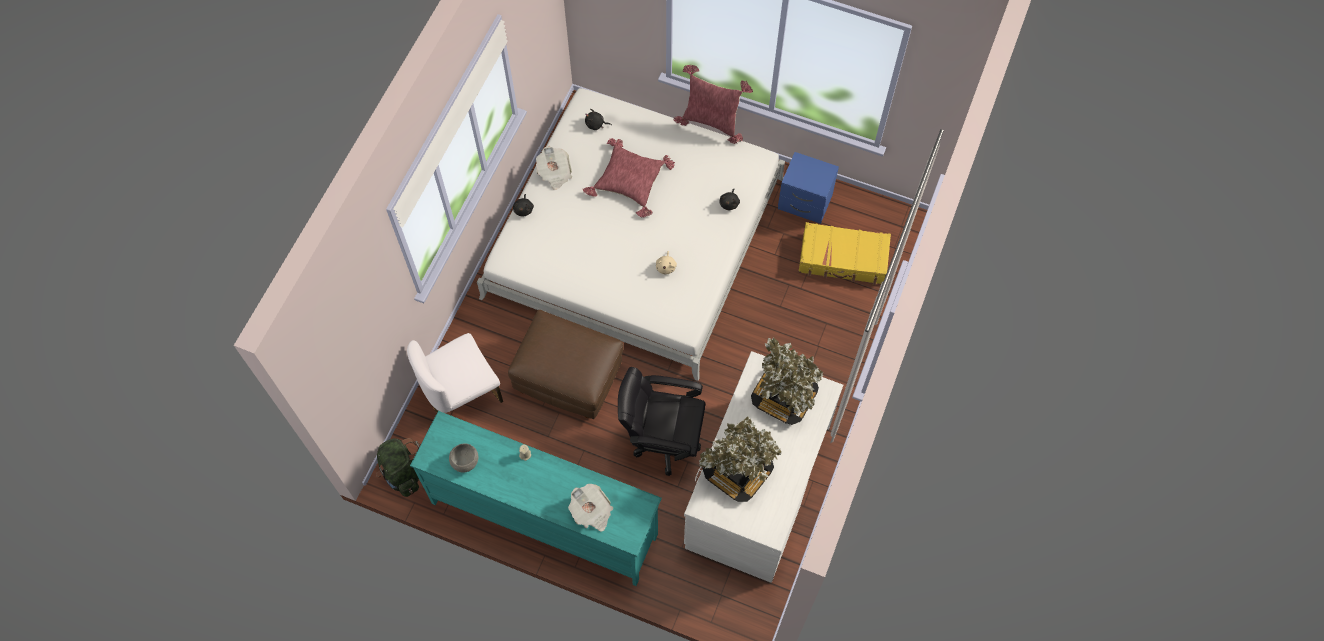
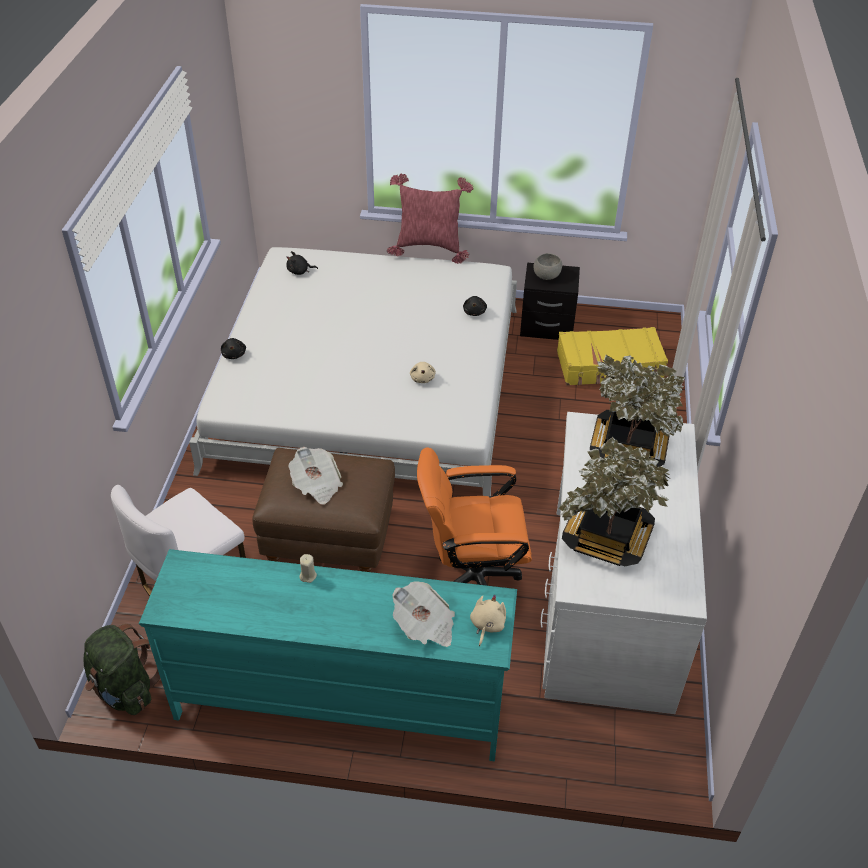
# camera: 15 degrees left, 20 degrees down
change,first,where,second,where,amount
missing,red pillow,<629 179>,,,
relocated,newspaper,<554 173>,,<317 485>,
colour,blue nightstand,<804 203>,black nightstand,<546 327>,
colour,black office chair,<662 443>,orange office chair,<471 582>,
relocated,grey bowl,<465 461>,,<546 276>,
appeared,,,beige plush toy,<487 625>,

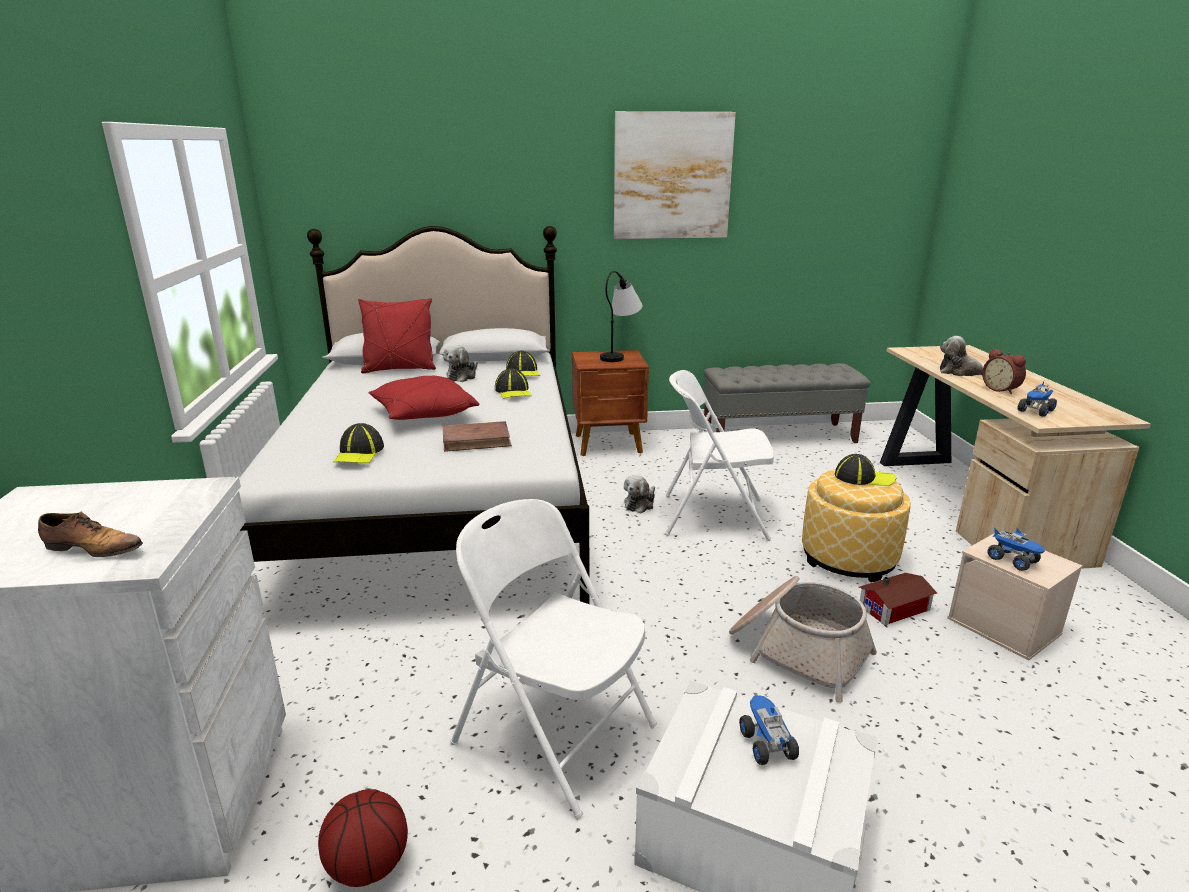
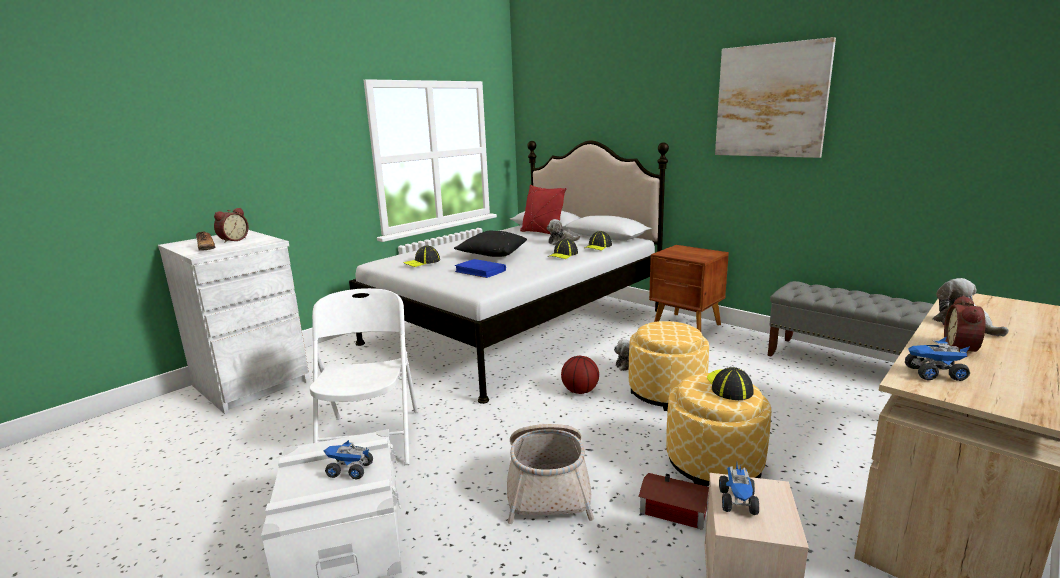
# camera: 50 degrees right, 5 degrees down
change,first,where,second,where,amount
missing,table lamp,<620 355>,,,
exchanged,white chair,<714 516>,ottoman,<666 393>,
colour,red pillow,<423 414>,black pillow,<492 254>,
colour,brown book,<476 440>,blue book,<480 271>,
spun,cap,<864 478>,,<728 387>,150 degrees counterclockwise
spun,toy truck,<766 744>,,<349 471>,120 degrees counterclockwise
relocated,basketball,<368 866>,,<580 391>,
appeared,,,alarm clock,<233 240>,

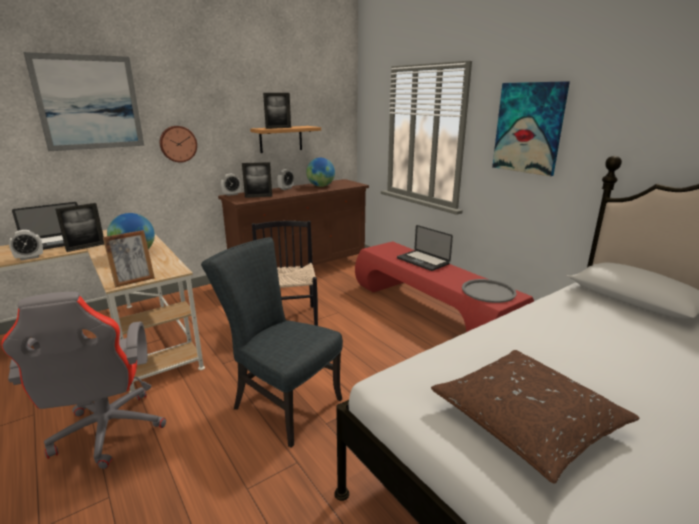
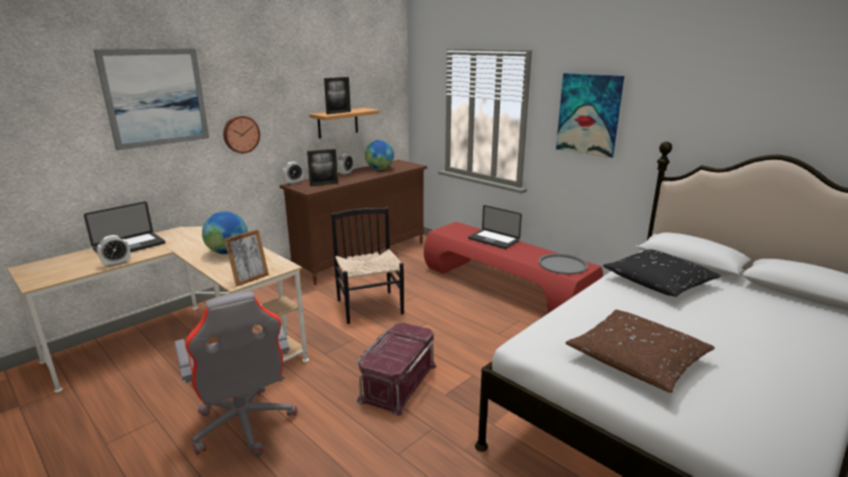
# camera: 10 degrees left, 0 degrees up
change,first,where,second,where,amount
missing,picture frame,<86 247>,,,
exchanged,grey chair,<281 402>,red storage box,<397 382>,
appeared,,,black pillow,<658 282>,

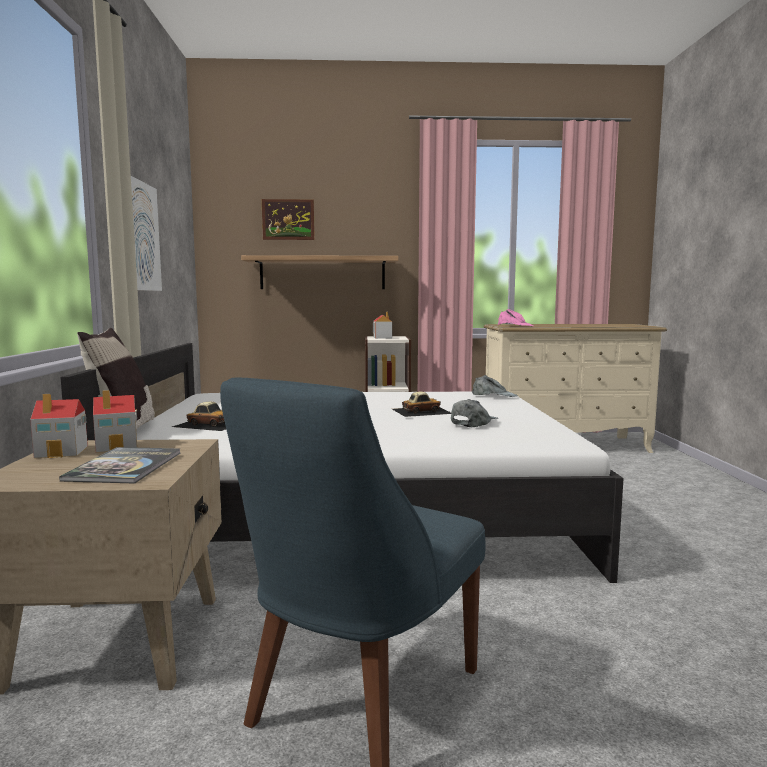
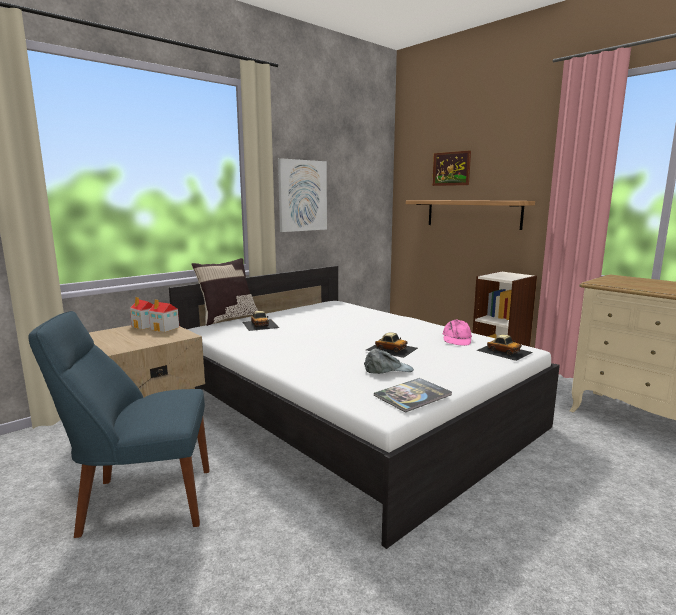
# camera: 50 degrees right, 5 degrees up
change,first,where,second,where,amount
relocated,pink cap,<515 326>,,<456 339>,
missing,toy house,<382 337>,,,
exchanged,grey cap,<494 395>,toy car,<504 351>,
relocated,book,<125 467>,,<413 395>,

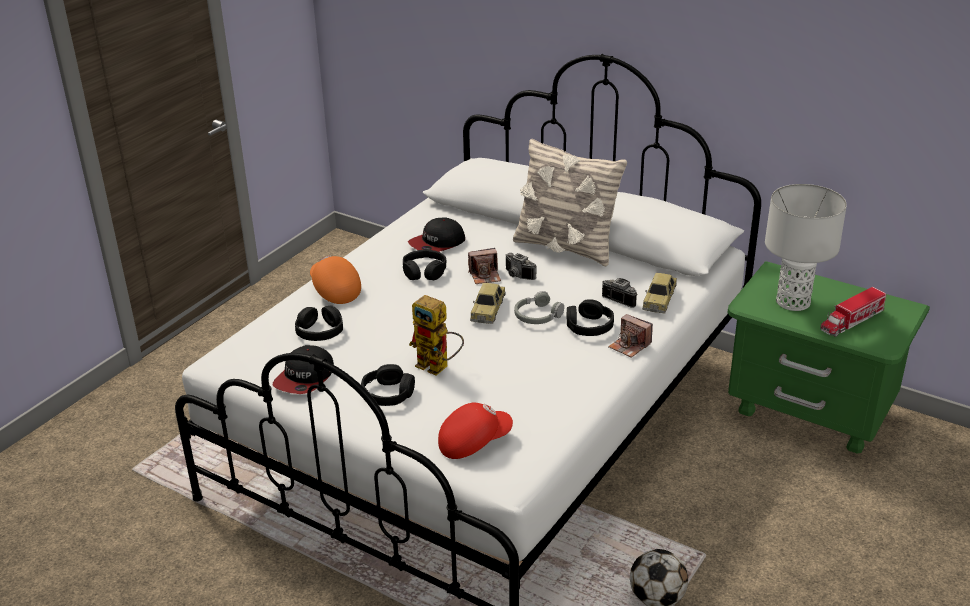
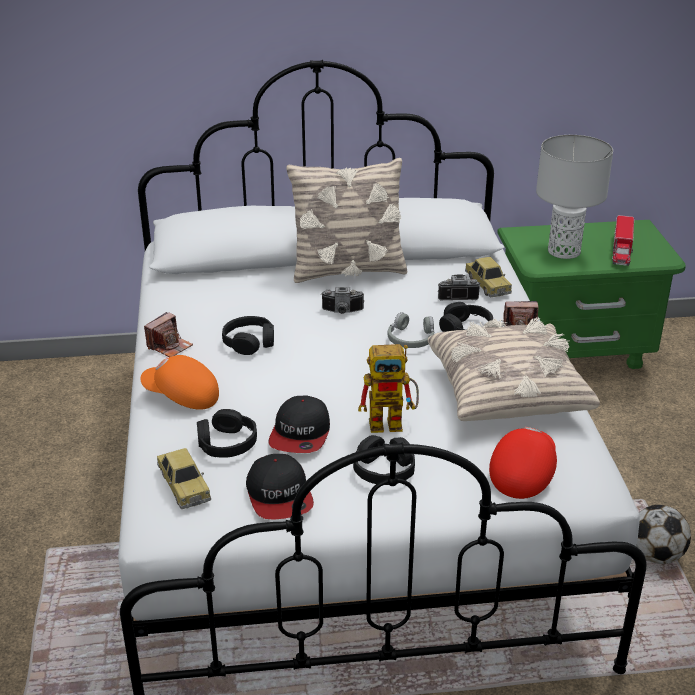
# camera: 40 degrees left, 0 degrees up
change,first,where,second,where,amount
relocated,cap,<437 243>,,<300 434>,
relocated,photo camera,<485 276>,,<169 346>,
relocated,toy car,<488 309>,,<184 485>,
appeared,,,beige pillow,<506 395>,

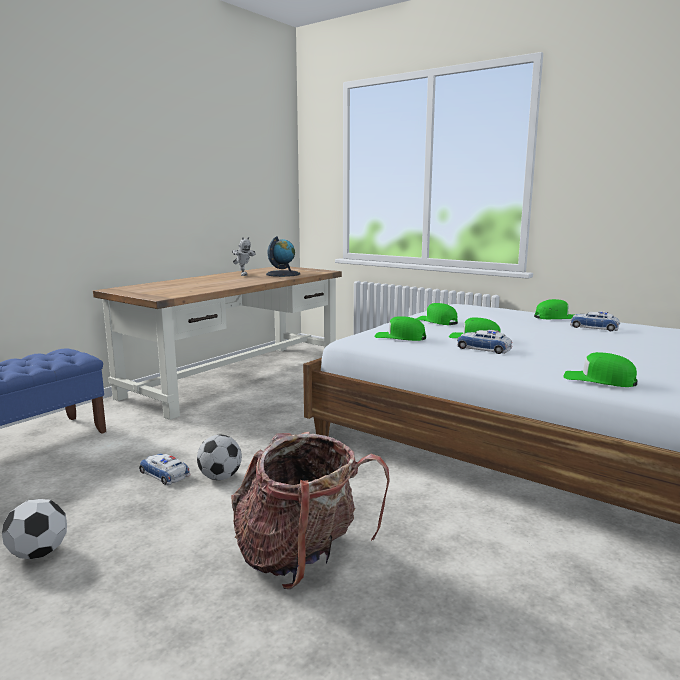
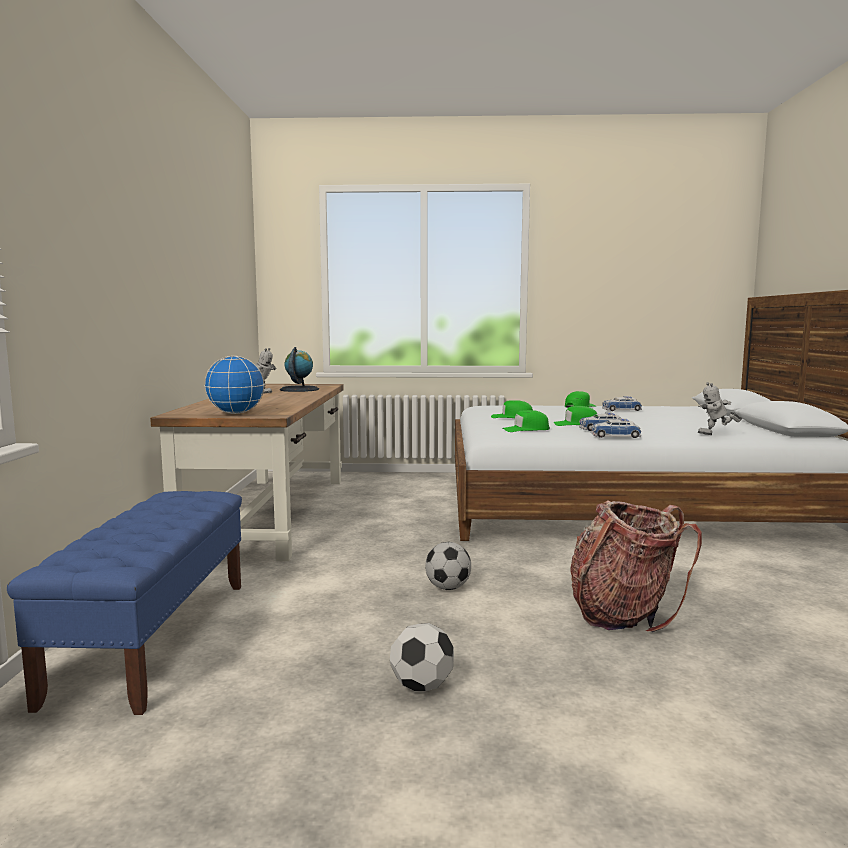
# camera: 35 degrees left, 5 degrees down
change,first,where,second,where,amount
exchanged,green cap,<599 380>,toy robot,<716 435>,
relocated,toy car,<164 474>,,<615 435>,
appeared,,,globe,<236 413>,

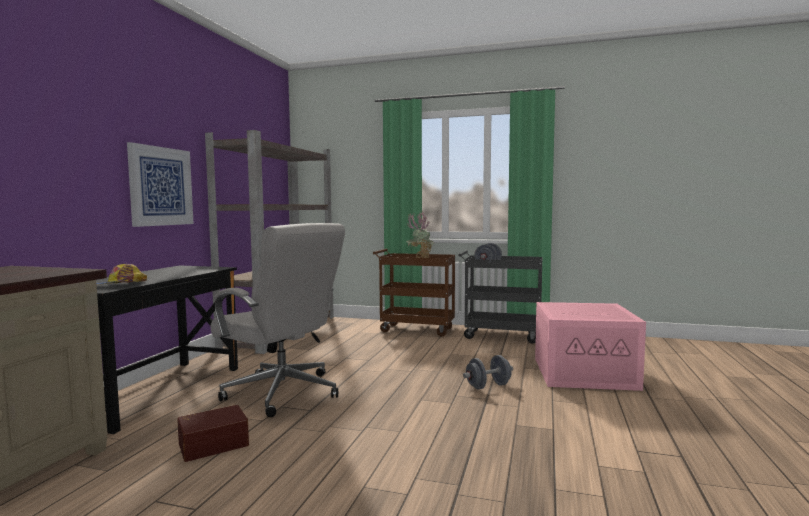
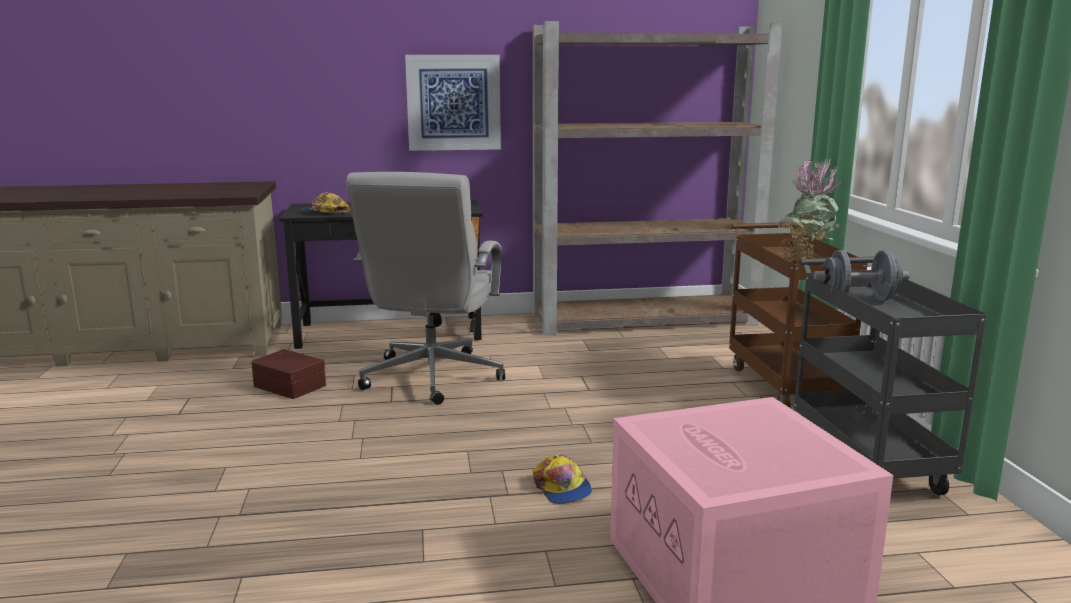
# camera: 65 degrees right, 10 degrees up
change,first,where,second,where,amount
exchanged,grey dumbbell,<488 386>,cap,<562 488>,

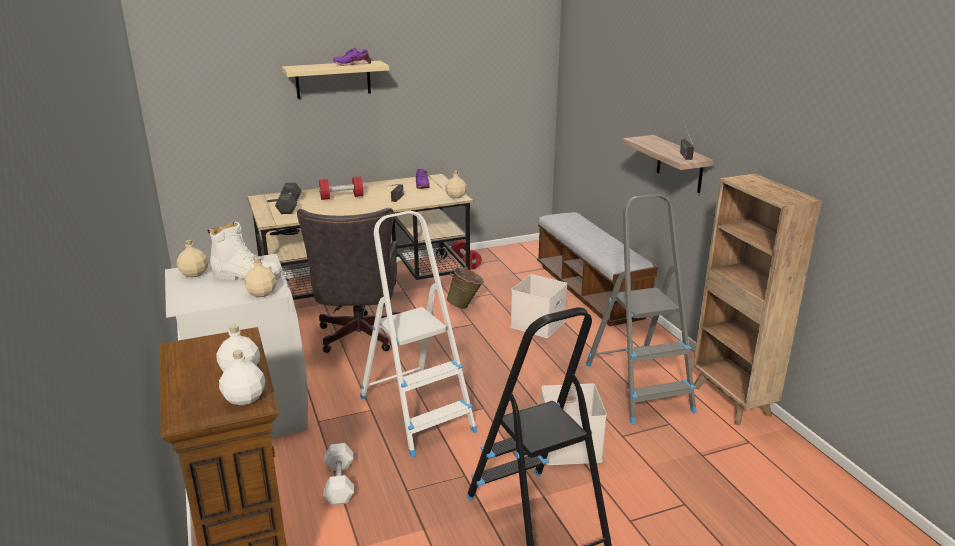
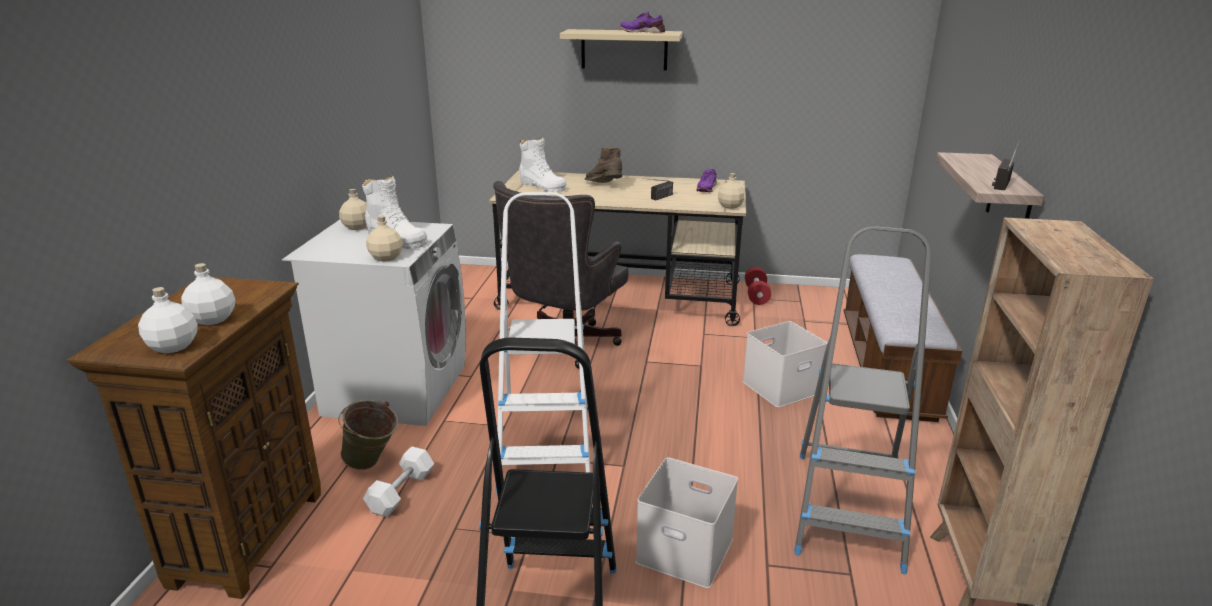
# camera: 30 degrees right, 0 degrees up
change,first,where,second,where,amount
exchanged,red dumbbell,<342 197>,brown boot,<604 186>,
exchanged,grey dumbbell,<289 206>,white boot,<542 186>,
relocated,green bucket,<465 306>,,<372 464>,

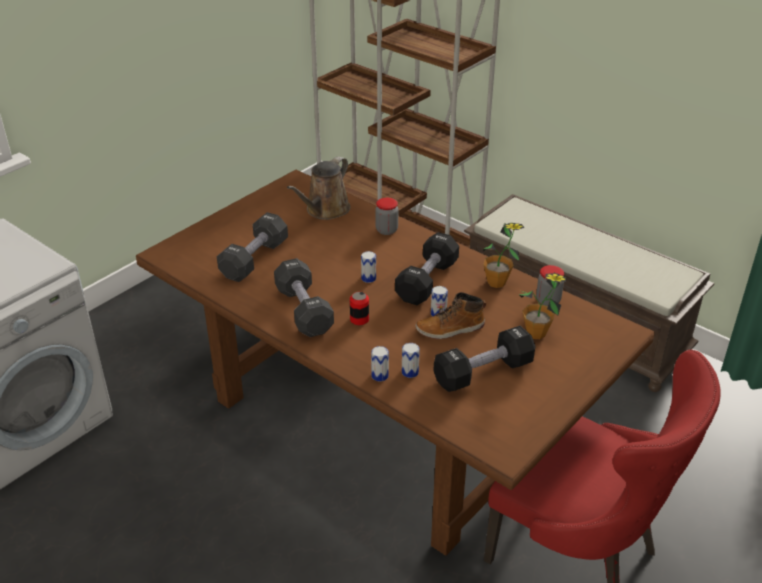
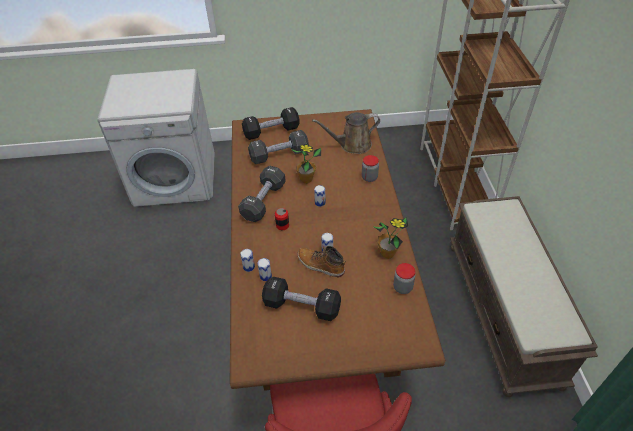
# camera: 45 degrees right, 10 degrees up
change,first,where,second,where,amount
relocated,black dumbbell,<427 281>,,<271 131>,
relocated,potted plant,<536 333>,,<306 179>,

